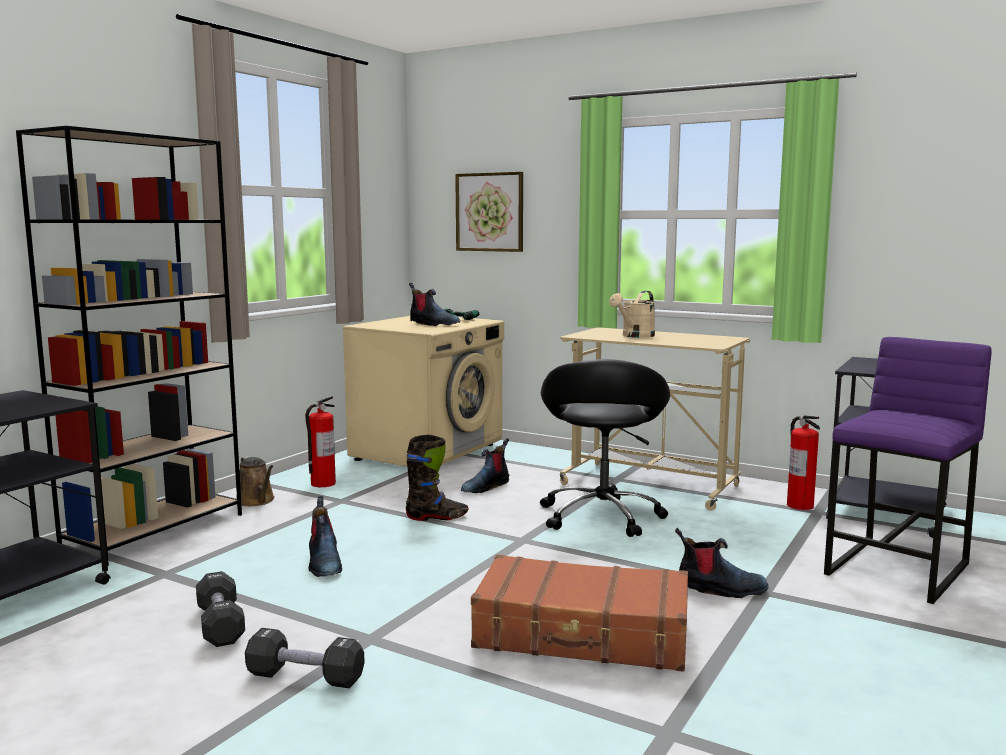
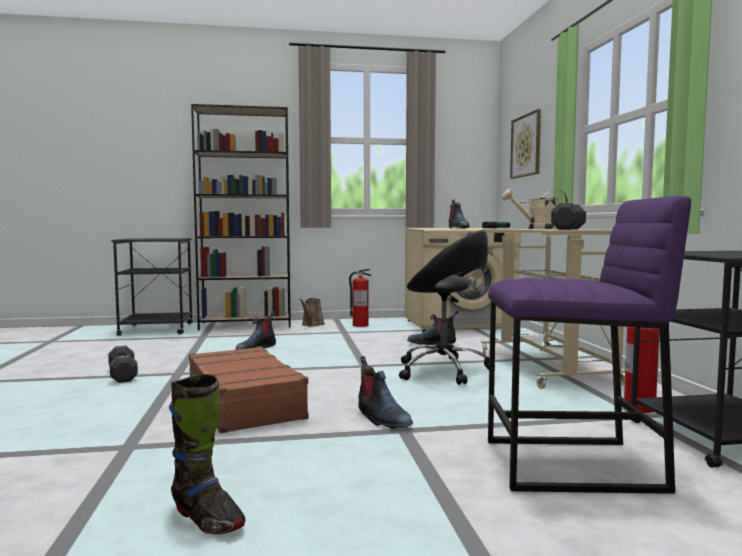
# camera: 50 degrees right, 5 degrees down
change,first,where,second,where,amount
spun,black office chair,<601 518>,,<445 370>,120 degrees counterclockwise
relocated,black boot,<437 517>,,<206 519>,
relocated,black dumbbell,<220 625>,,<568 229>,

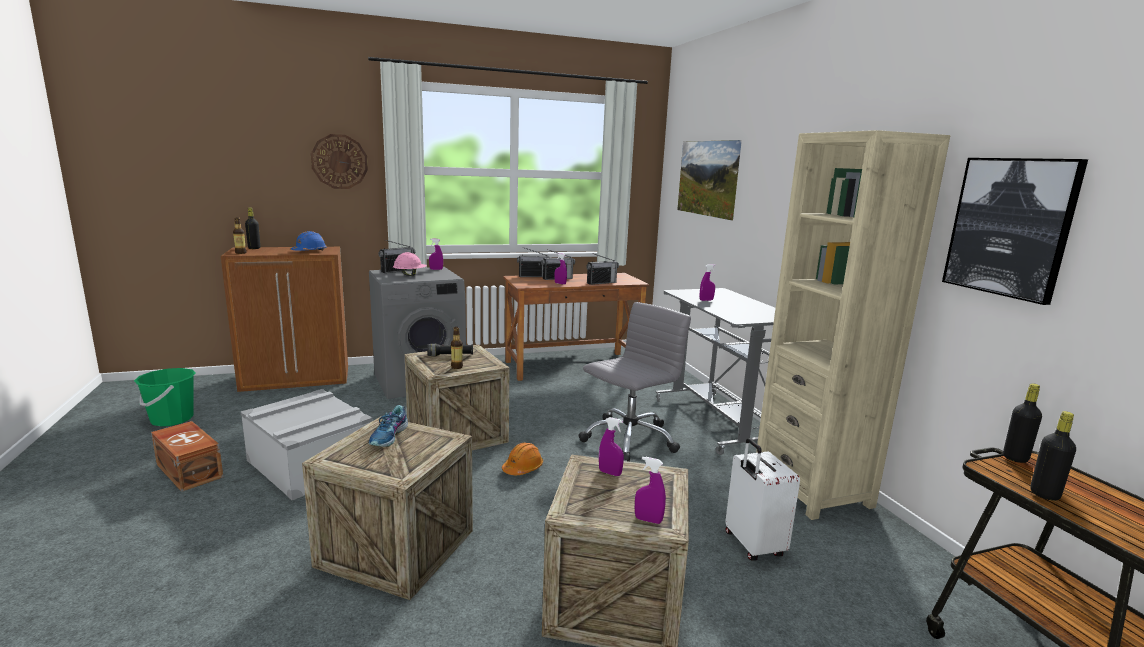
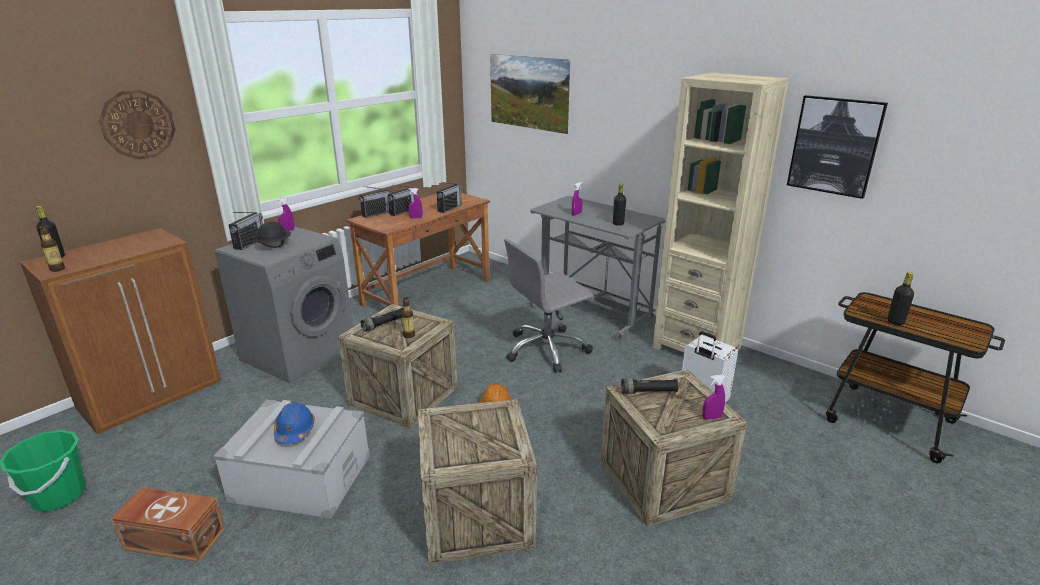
# camera: 30 degrees left, 10 degrees up
change,first,where,second,where,amount
relocated,blue hard hat,<309 251>,,<295 431>,
colour,pink hard hat,<410 275>,black hard hat,<274 246>,
spun,grey office chair,<629 439>,,<546 350>,135 degrees counterclockwise
relocated,black bottle,<1015 458>,,<618 223>,
missing,shoe,<389 436>,,,
exchanged,purple spray bottle,<610 473>,black flashlight,<648 392>,

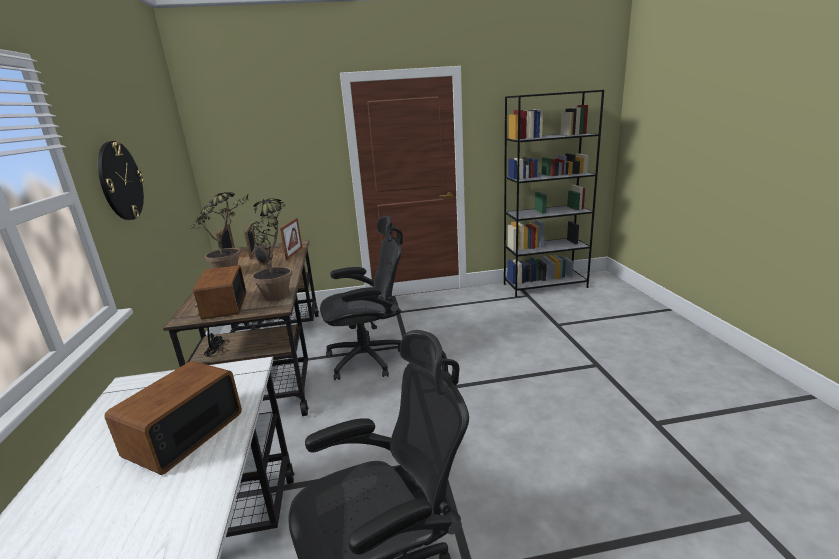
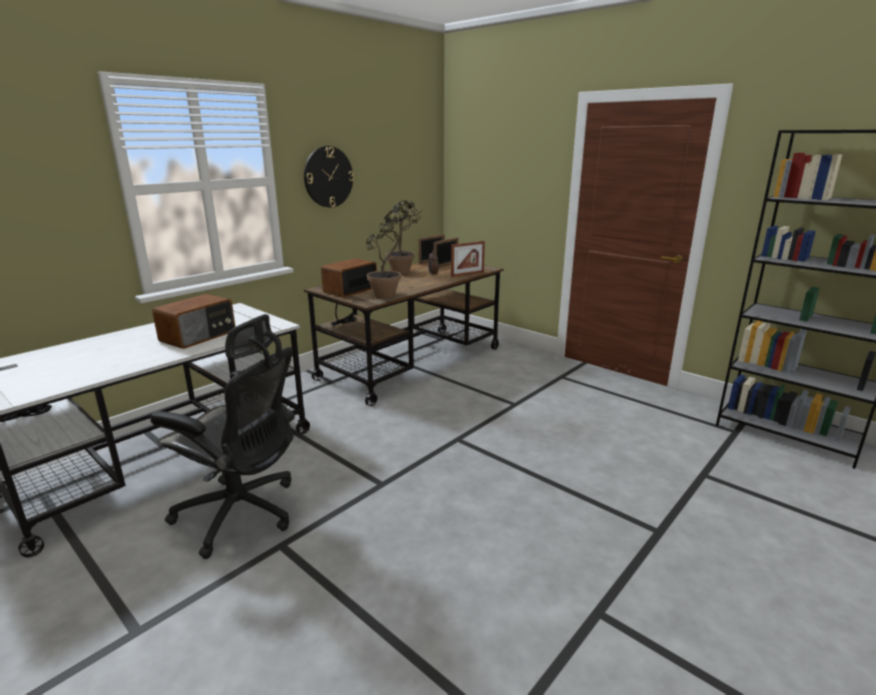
# camera: 50 degrees right, 0 degrees up
change,first,where,second,where,amount
missing,office chair,<369 358>,,,
spun,radio,<183 434>,,<199 336>,135 degrees clockwise

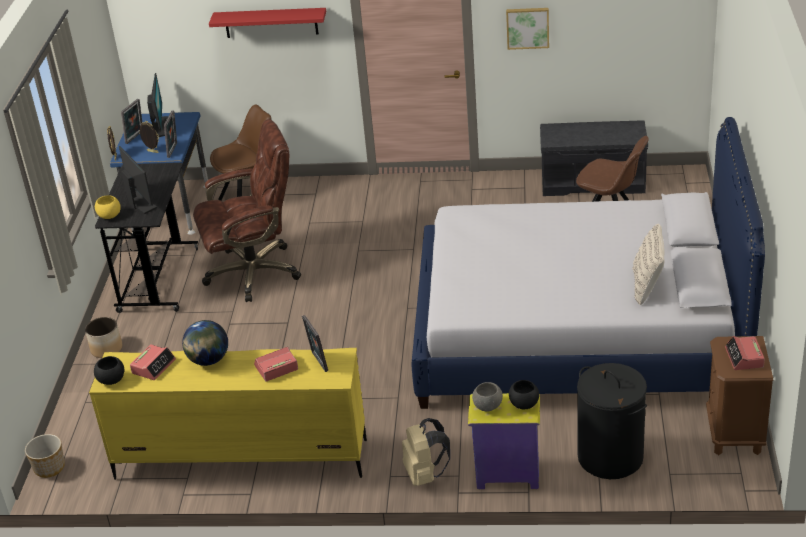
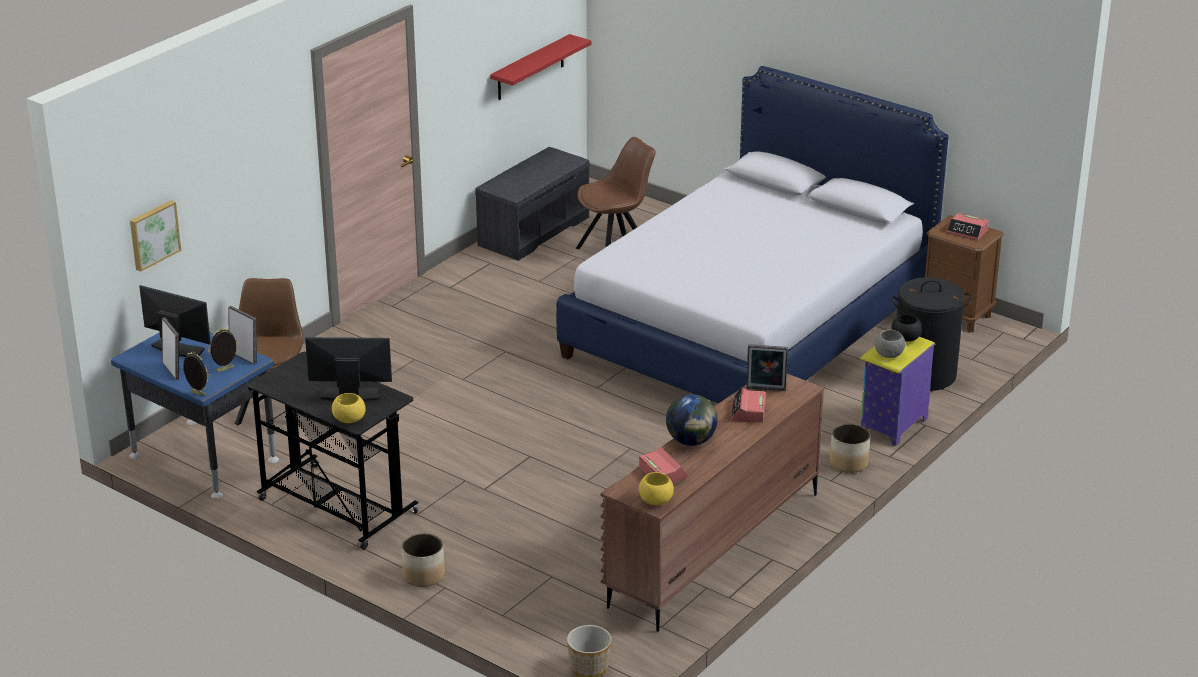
# camera: 60 degrees left, 5 degrees down
change,first,where,second,where,amount
relocated,red shelf,<271 22>,,<530 68>,
relocated,picture,<527 27>,,<153 234>,
missing,brown office chair,<253 272>,,,
missing,beige pillow,<647 288>,,,
colour,yellow dresser,<240 458>,brown dresser,<712 548>,
colour,black bowl,<111 380>,yellow bowl,<655 501>,
exchanged,beige backpack,<425 474>,planter,<849 463>,

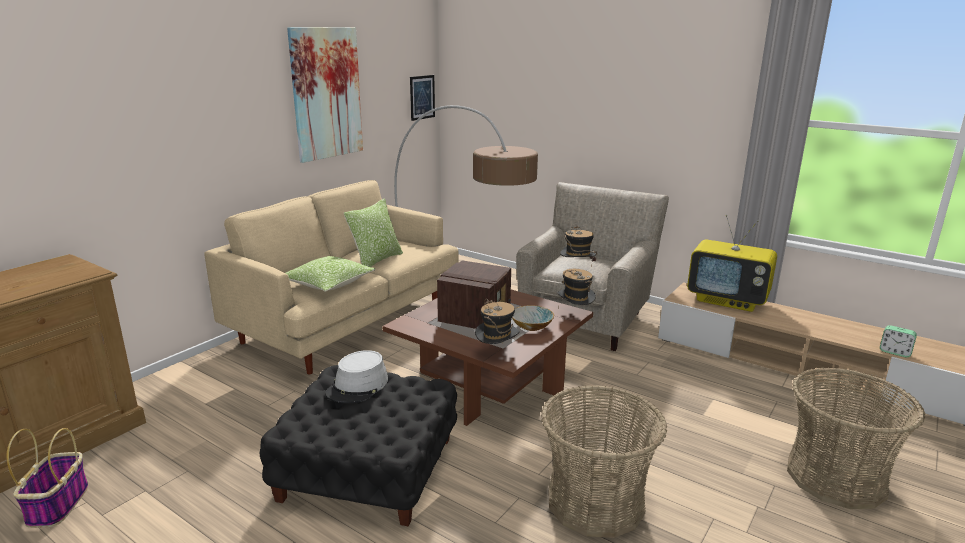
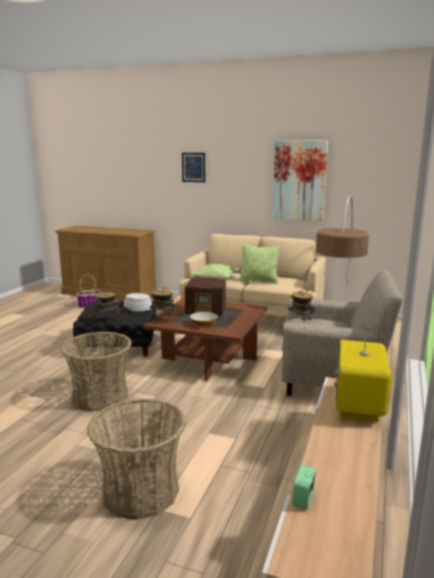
# camera: 75 degrees right, 5 degrees down
change,first,where,second,where,amount
relocated,picture,<422 97>,,<193 167>,
relocated,hat,<574 314>,,<107 321>,

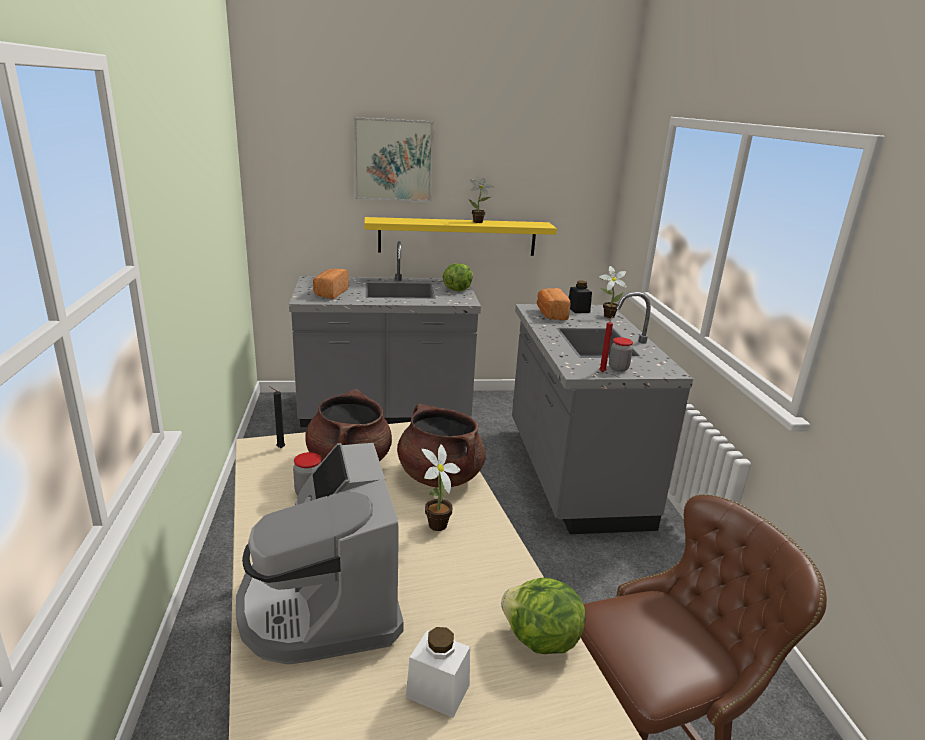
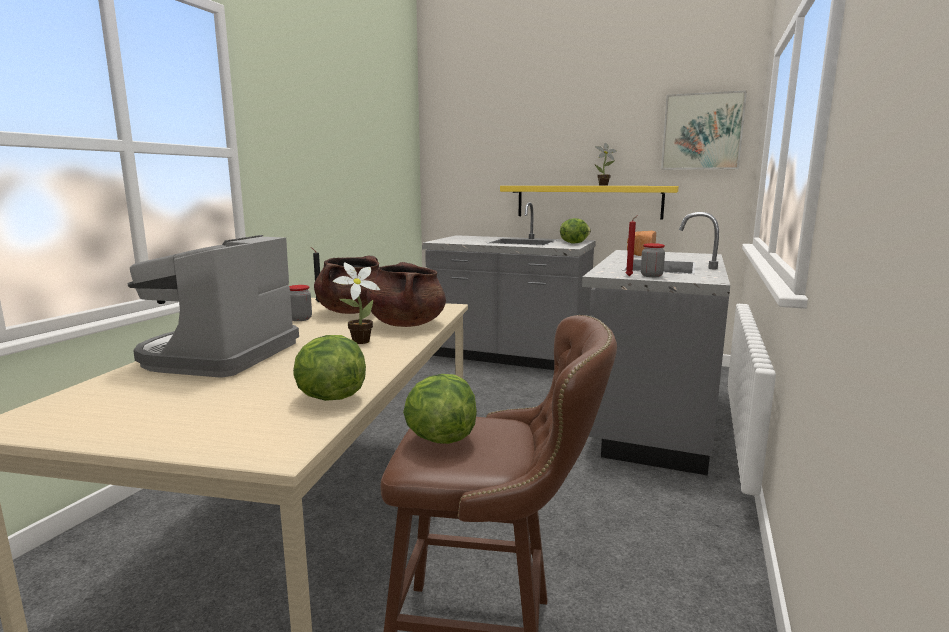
# camera: 30 degrees right, 10 degrees down
change,first,where,second,where,amount
relocated,picture,<393 160>,,<702 131>,
missing,potted plant,<607 316>,,,
missing,bread,<330 293>,,,
missing,black jar,<578 309>,,,
missing,white jar,<438 691>,,,
appeared,,,lettuce,<440 438>,

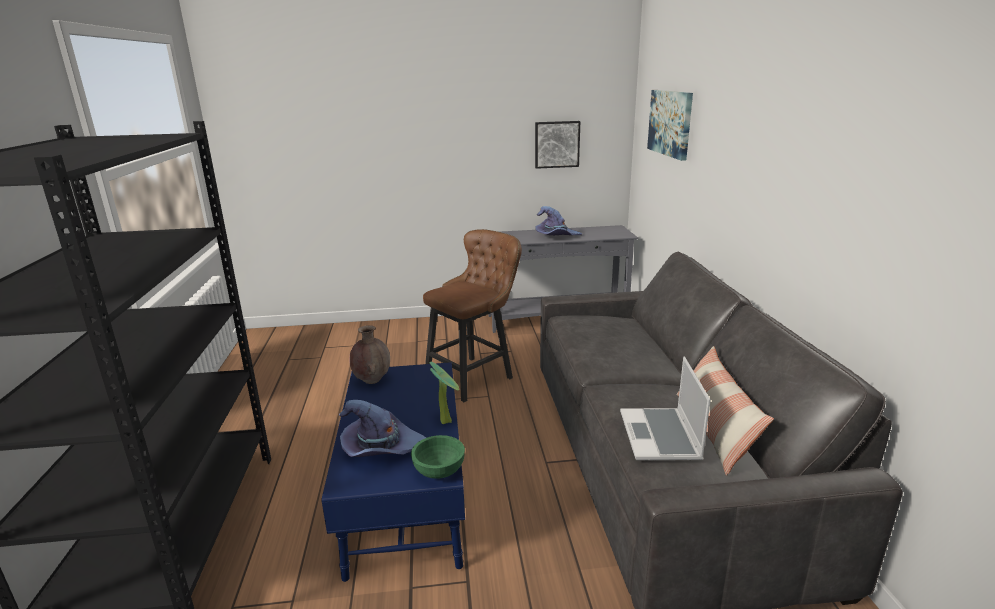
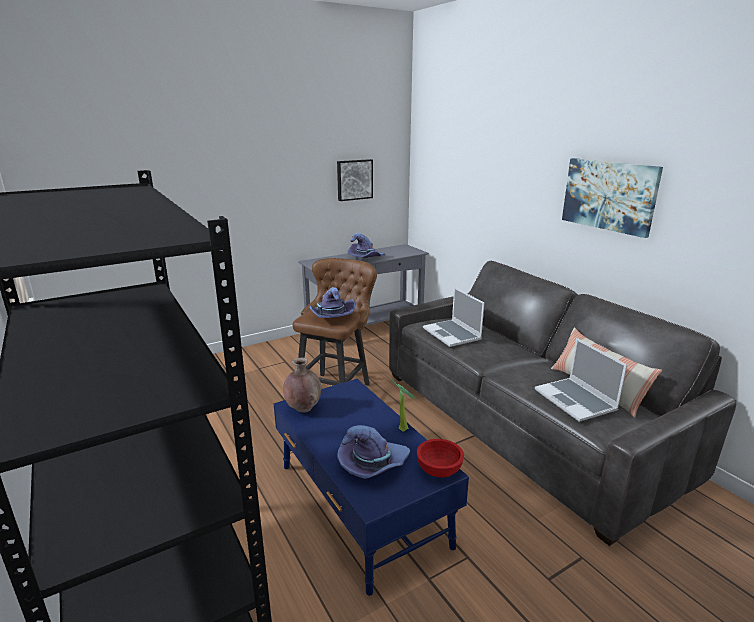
# camera: 25 degrees left, 0 degrees up
change,first,where,second,where,amount
relocated,picture,<670 123>,,<609 195>,
colour,green bowl,<439 471>,red bowl,<439 470>,
appeared,,,purple hat,<331 316>,
appeared,,,laptop,<452 334>,

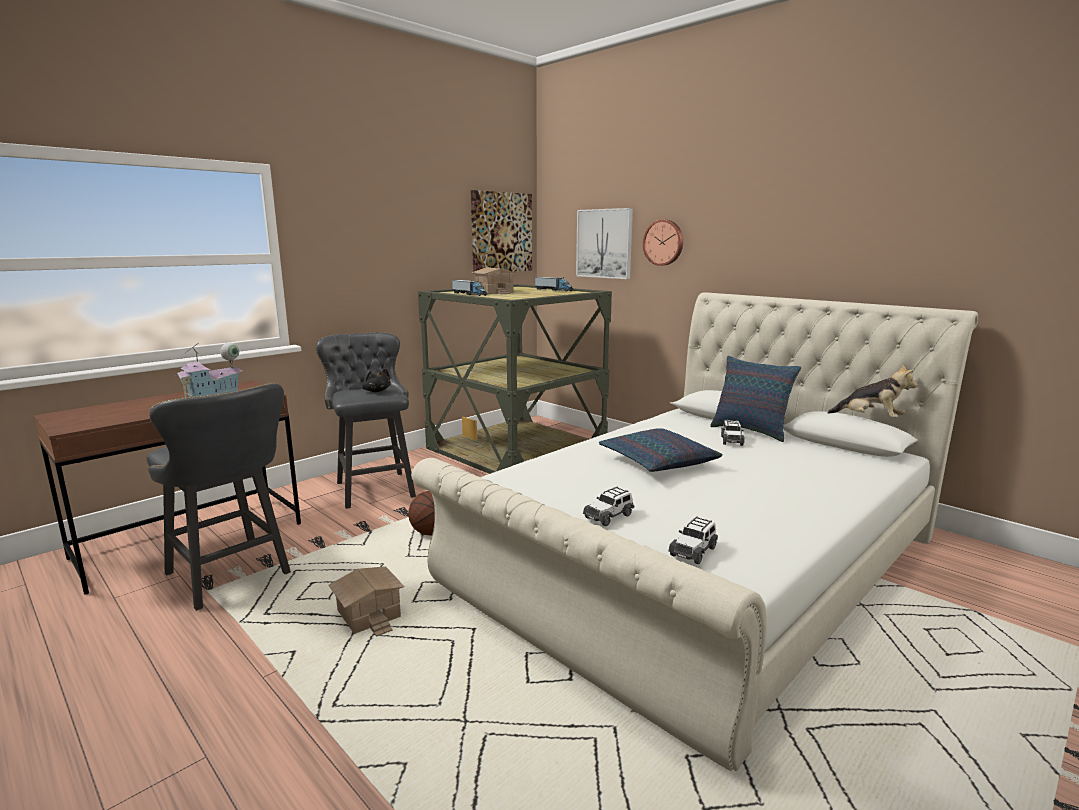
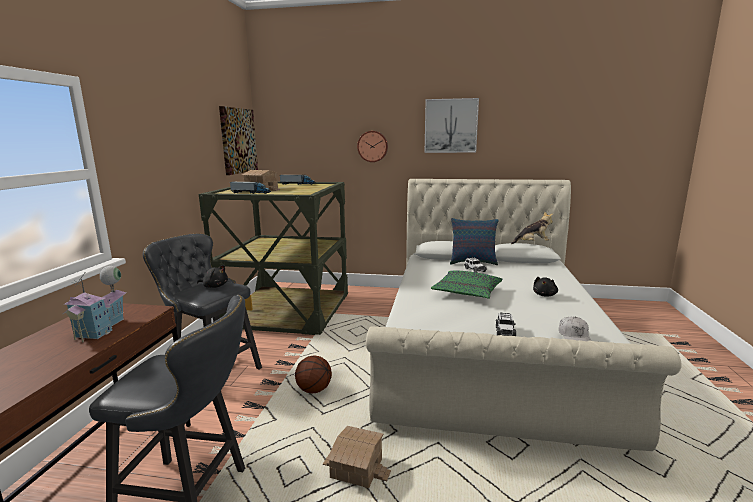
# camera: 35 degrees left, 0 degrees up
change,first,where,second,where,amount
relocated,picture,<604 243>,,<451 126>,
colour,blue pillow,<657 462>,green pillow,<466 292>,
exchanged,toy car,<693 551>,white cap,<574 337>,
appeared,,,black plush toy,<544 295>,

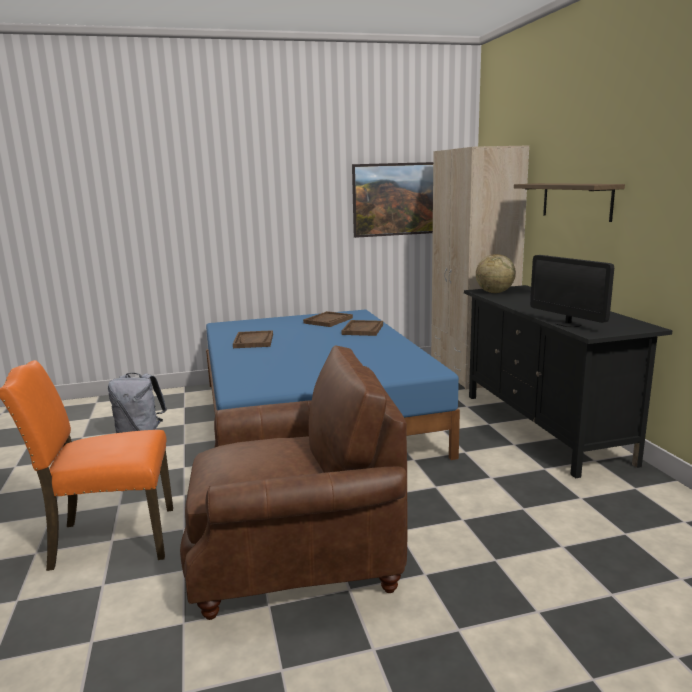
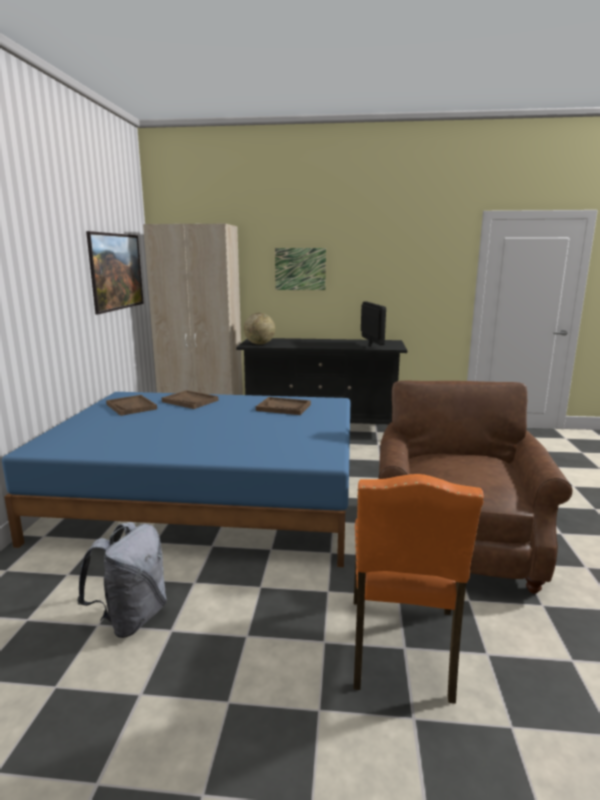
# camera: 70 degrees left, 0 degrees up
change,first,where,second,where,amount
exchanged,shelf,<576 201>,picture,<300 269>,
spun,monitor,<568 324>,,<370 347>,90 degrees counterclockwise
relocated,brown tray,<254 341>,,<283 407>,

